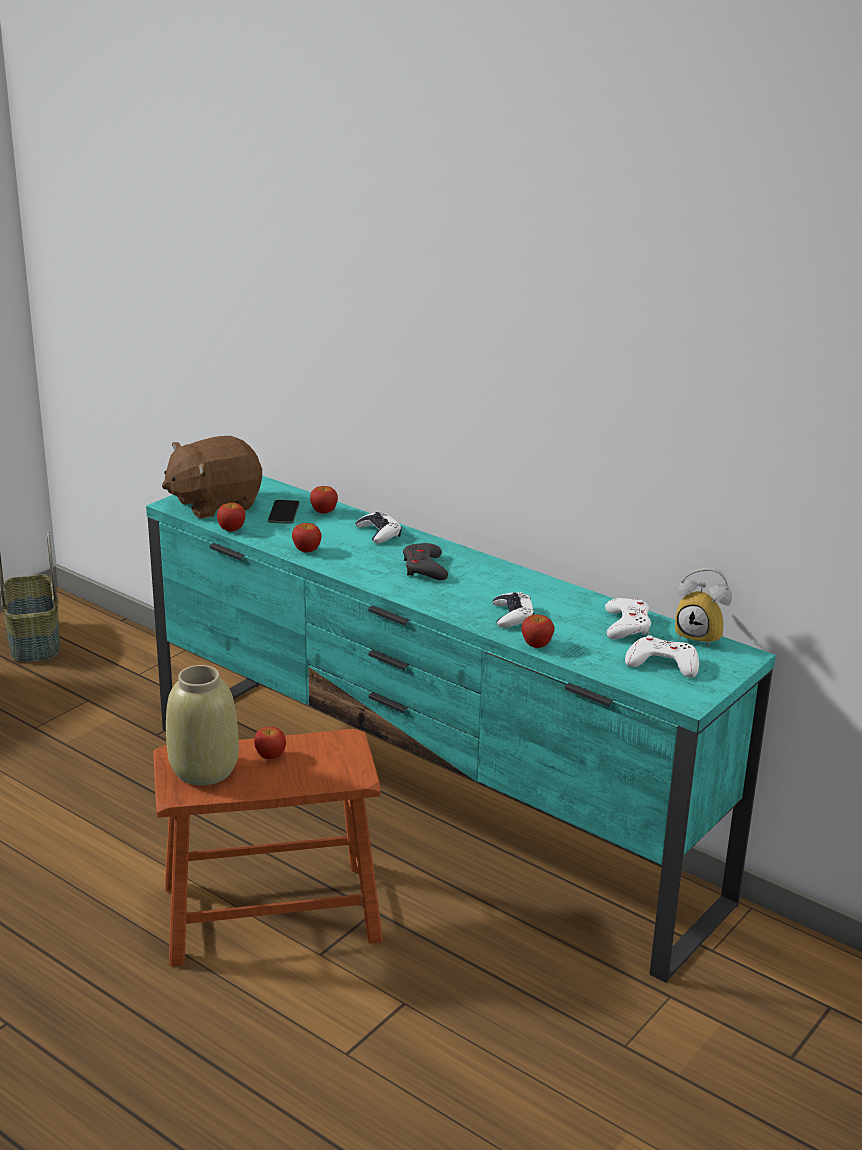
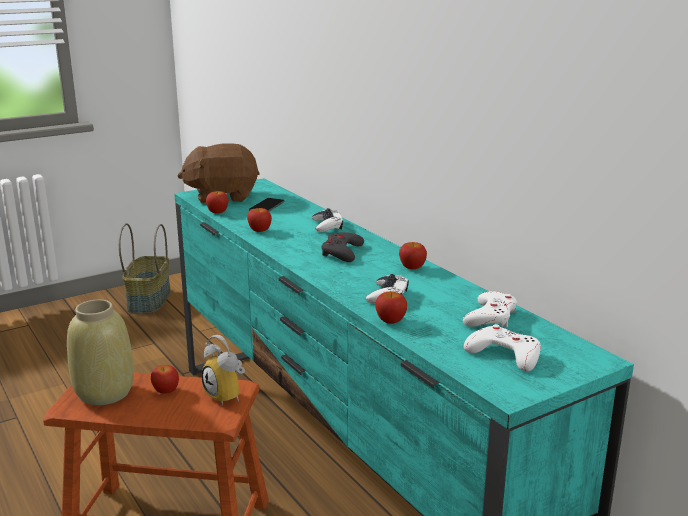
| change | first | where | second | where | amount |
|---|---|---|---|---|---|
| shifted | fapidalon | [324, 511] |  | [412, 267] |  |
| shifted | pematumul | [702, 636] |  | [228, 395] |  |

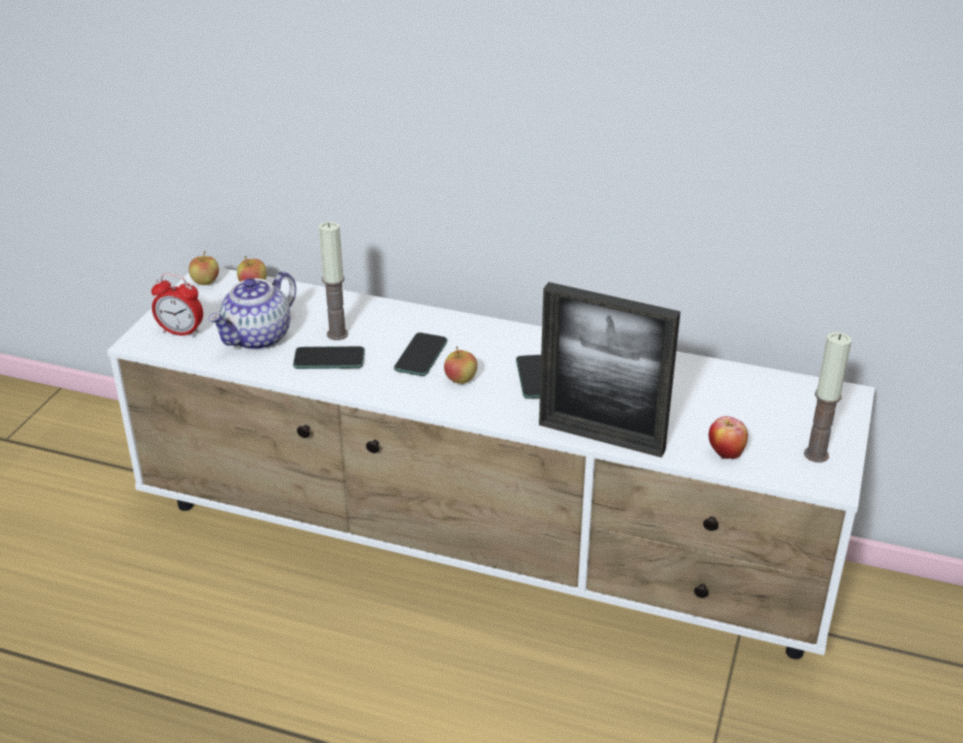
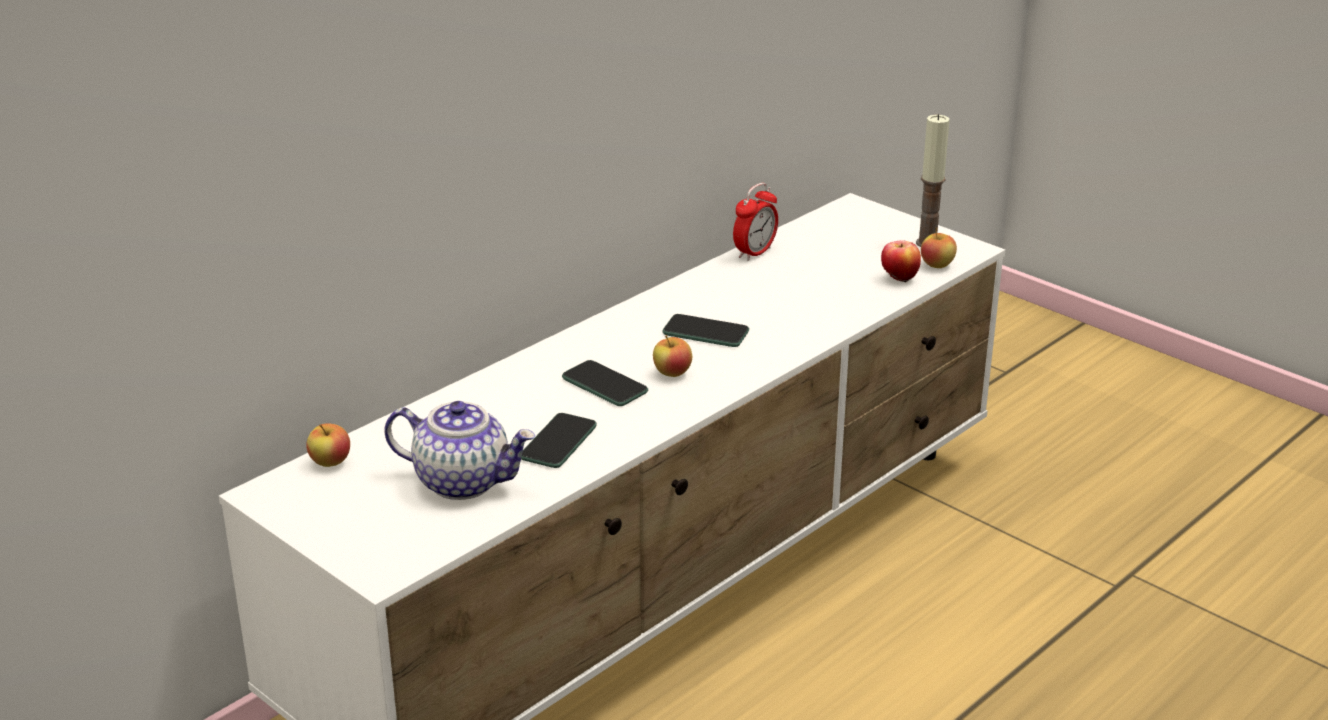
| change | first | where | second | where | amount |
|---|---|---|---|---|---|
| gone | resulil | [337, 334] |  |  |  |
| gone | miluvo | [601, 437] |  |  |  |
| shifted | pematumul | [181, 332] |  | [755, 253] |  |
| shifted | fapidalon | [205, 282] |  | [937, 265] |  |
| rotated | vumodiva | [258, 338] |  | [464, 481] | 45 degrees counterclockwise |

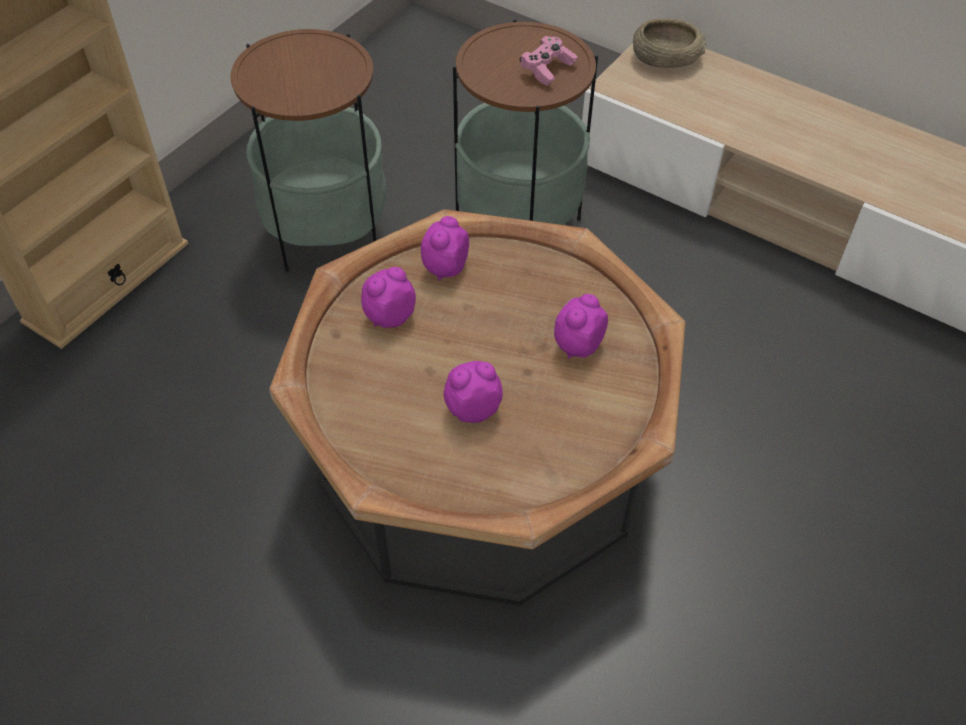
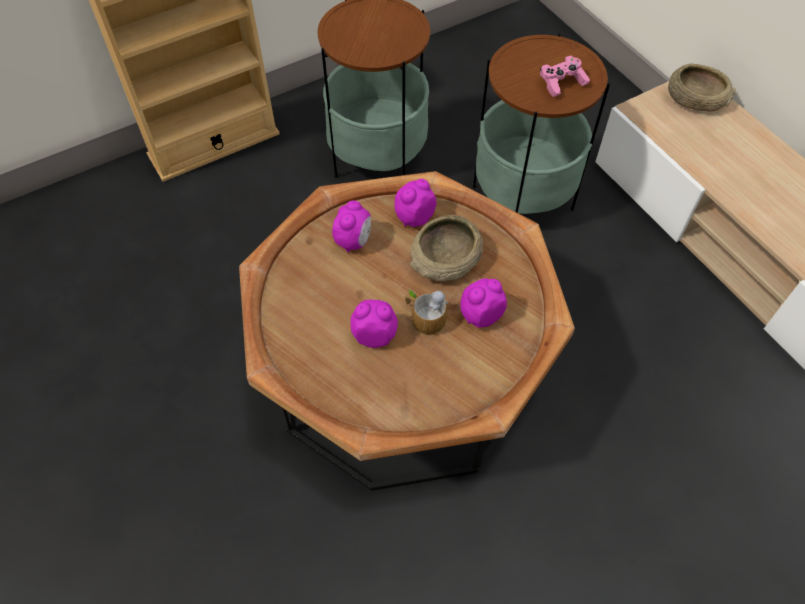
| change | first | where | second | where | amount |
|---|---|---|---|---|---|
| new |  |  | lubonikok | [424, 317] |  |
| new |  |  | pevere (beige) | [446, 259] |  |
| rotated | pematumul | [389, 316] |  | [353, 241] | 120 degrees clockwise |

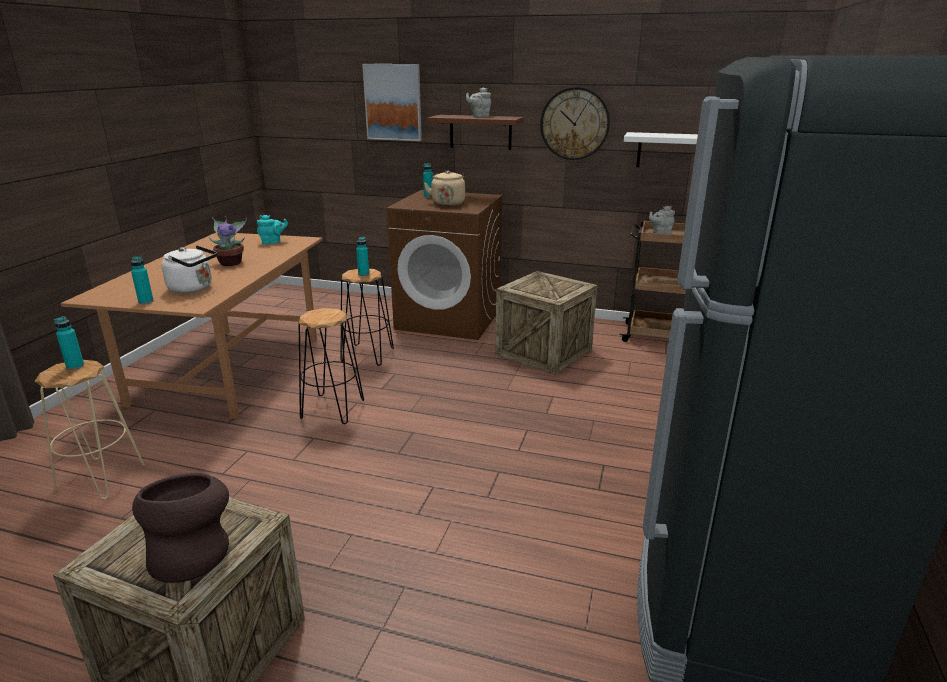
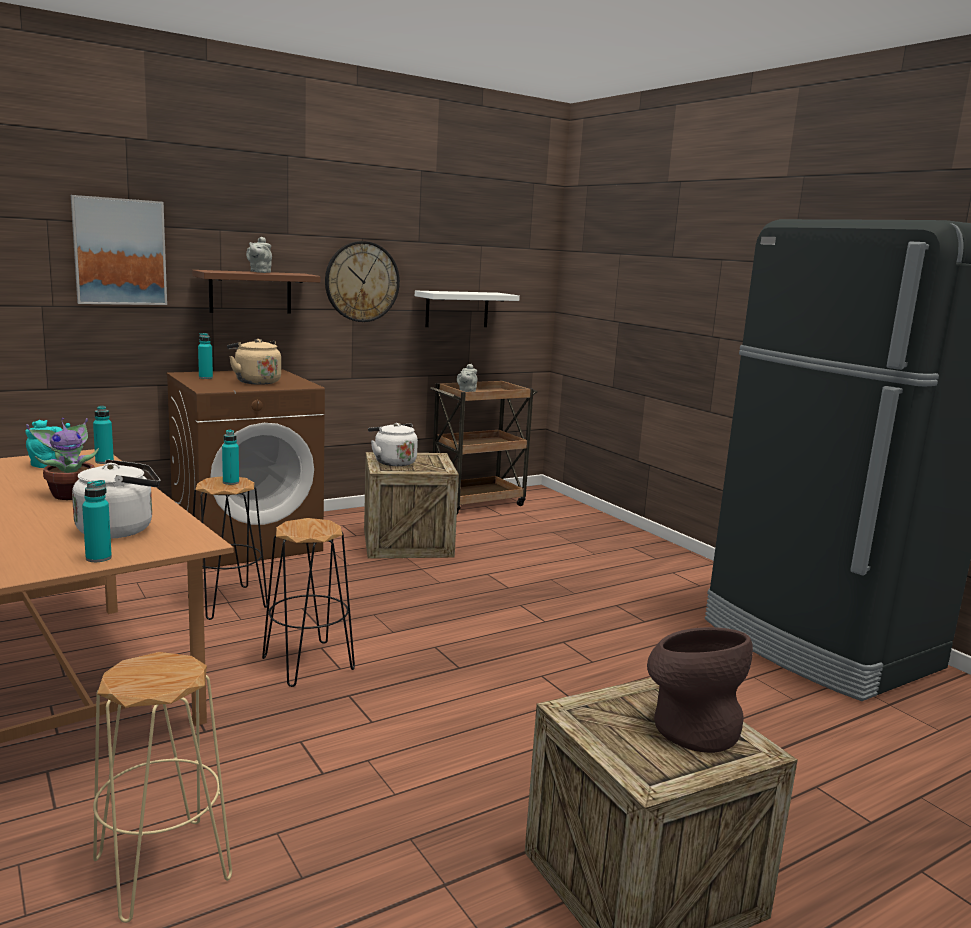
| change | first | where | second | where | amount |
|---|---|---|---|---|---|
| new |  |  | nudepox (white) | [393, 462] |  |
| shifted | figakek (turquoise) | [75, 366] |  | [104, 462] |  |

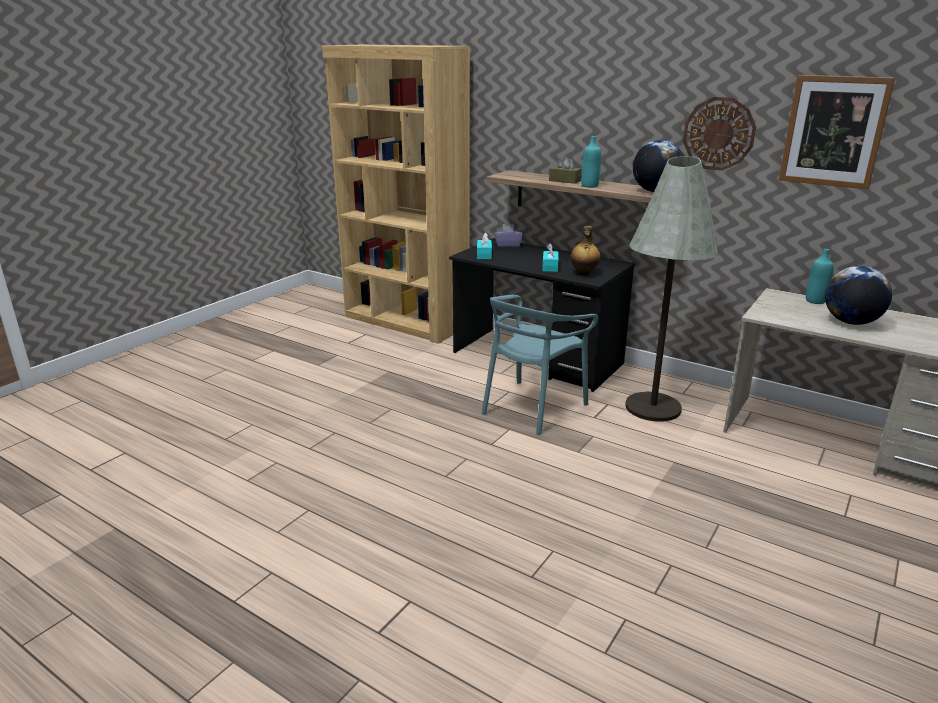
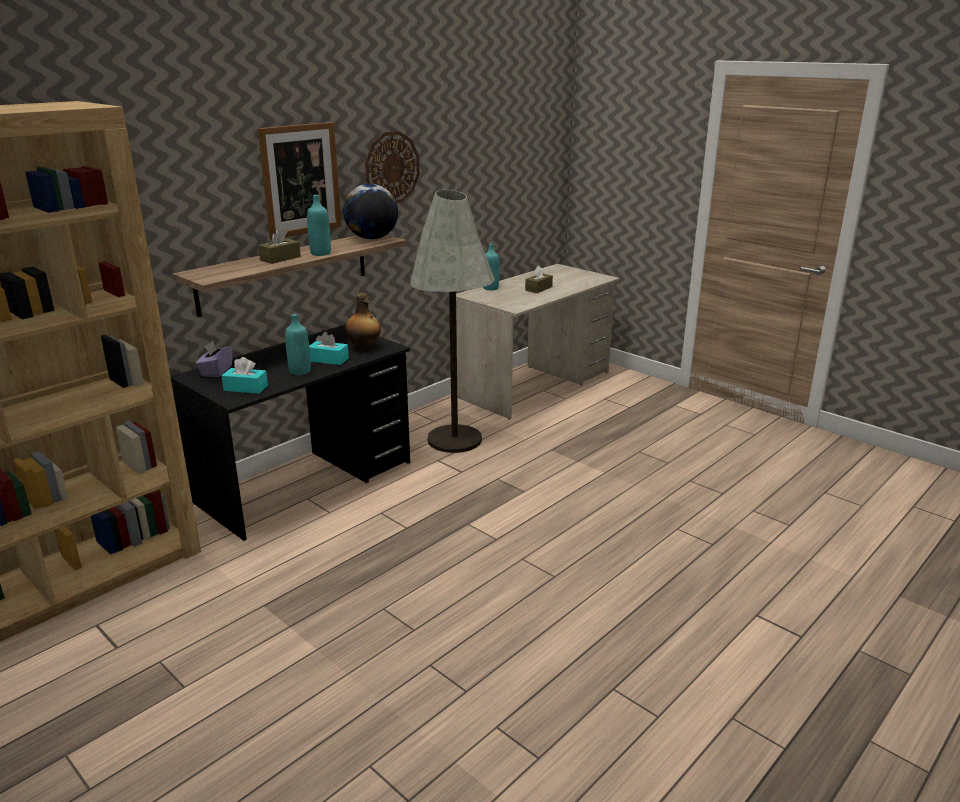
| change | first | where | second | where | amount |
|---|---|---|---|---|---|
| gone | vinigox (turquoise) | [532, 407] |  |  |  |
| new |  |  | figakek (turquoise) | [300, 371] |  |
| shifted | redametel | [833, 131] |  | [300, 180] |  |
| swapped | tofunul | [851, 322] | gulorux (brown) | [538, 288] |  |

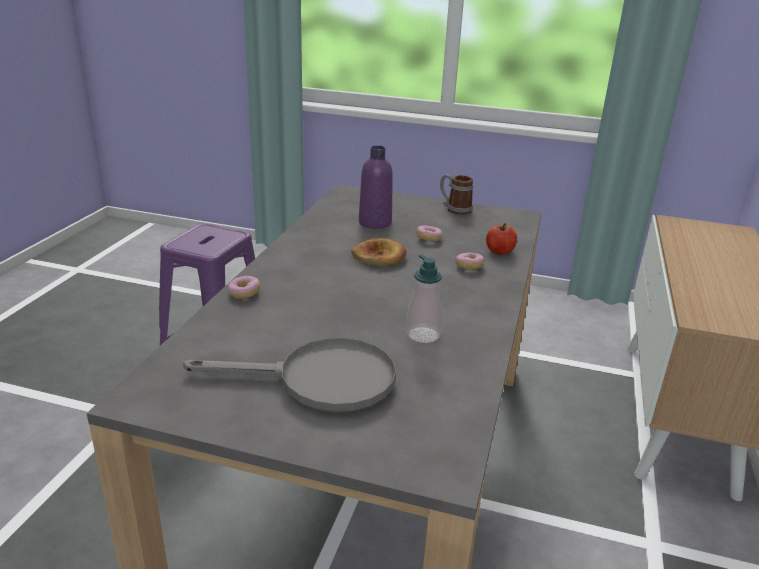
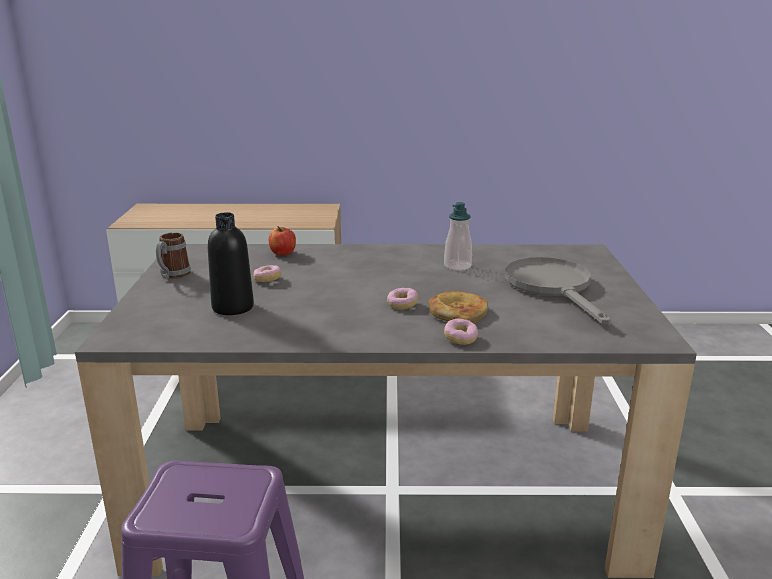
| change | first | where | second | where | amount |
|---|---|---|---|---|---|
| shifted | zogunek | [379, 256] |  | [457, 312] |  |
| shifted | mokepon | [469, 266] |  | [402, 305] |  |
| repainted | figakek (purple) | [375, 223] | figakek (black) | [233, 307] |  |

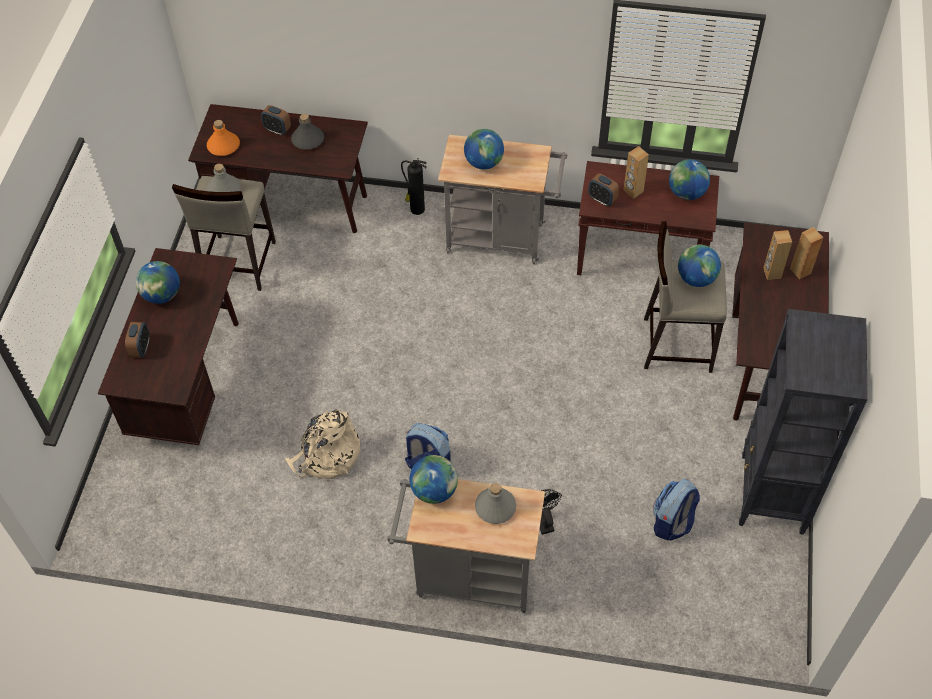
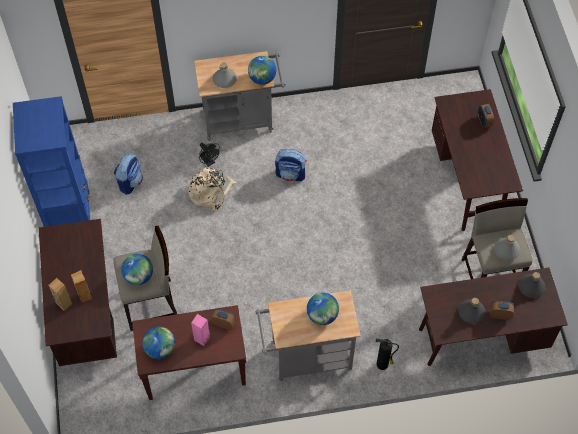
| change | first | where | second | where | amount |
|---|---|---|---|---|---|
| gone | tofunul | [162, 295] |  |  |  |
| shifted | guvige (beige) | [327, 456] |  | [210, 192] |  |
| repainted | figakek (orange) | [224, 146] | figakek (grey) | [531, 287] |  |
| repainted | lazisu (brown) | [633, 191] | lazisu (pink) | [202, 338] |  |
| repainted | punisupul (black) | [771, 495] | punisupul (blue) | [70, 216] |  |

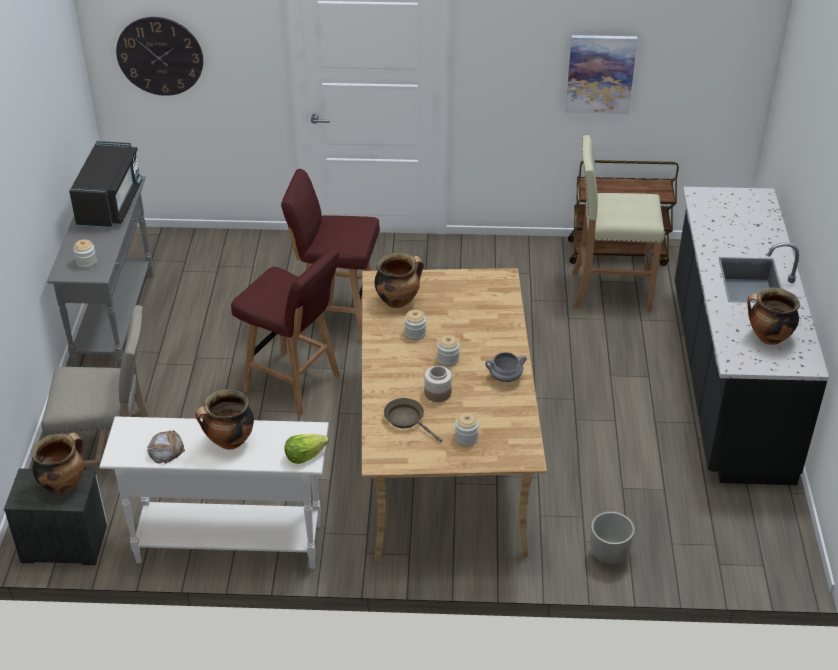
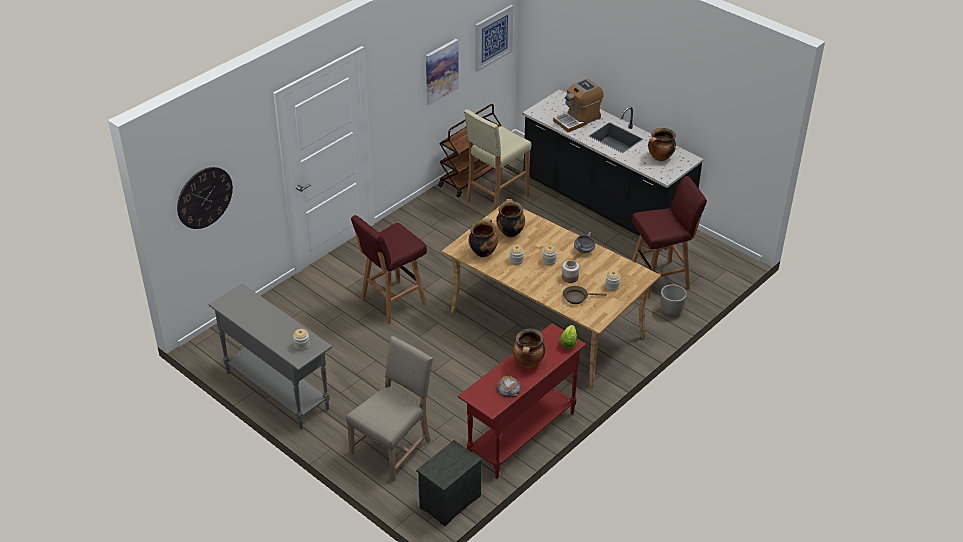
| change | first | where | second | where | amount |
|---|---|---|---|---|---|
| gone | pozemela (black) | [110, 204] |  |  |  |
| new |  |  | redametel | [493, 38] |  |
| new |  |  | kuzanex | [578, 119] |  |
| shifted | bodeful | [63, 484] |  | [510, 232] |  |
| shifted | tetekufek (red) | [293, 384] |  | [660, 279] |  |
| repainted | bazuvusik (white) | [228, 543] | bazuvusik (red) | [521, 435] |  |

